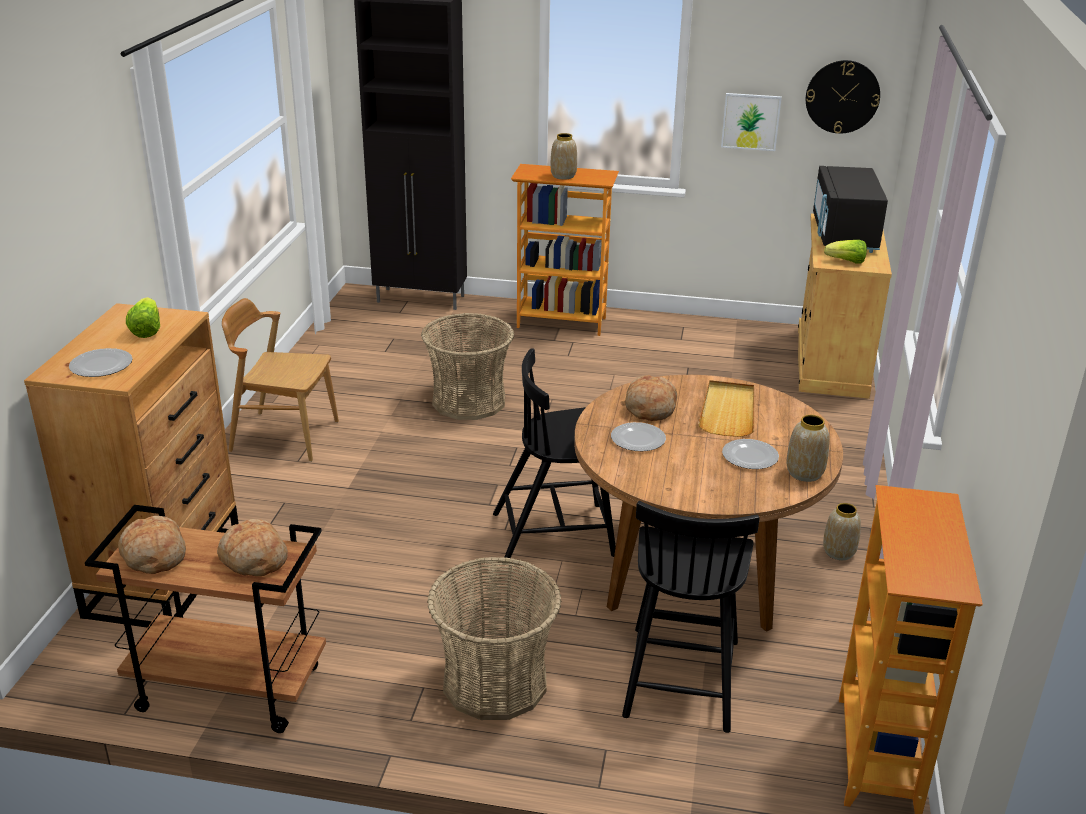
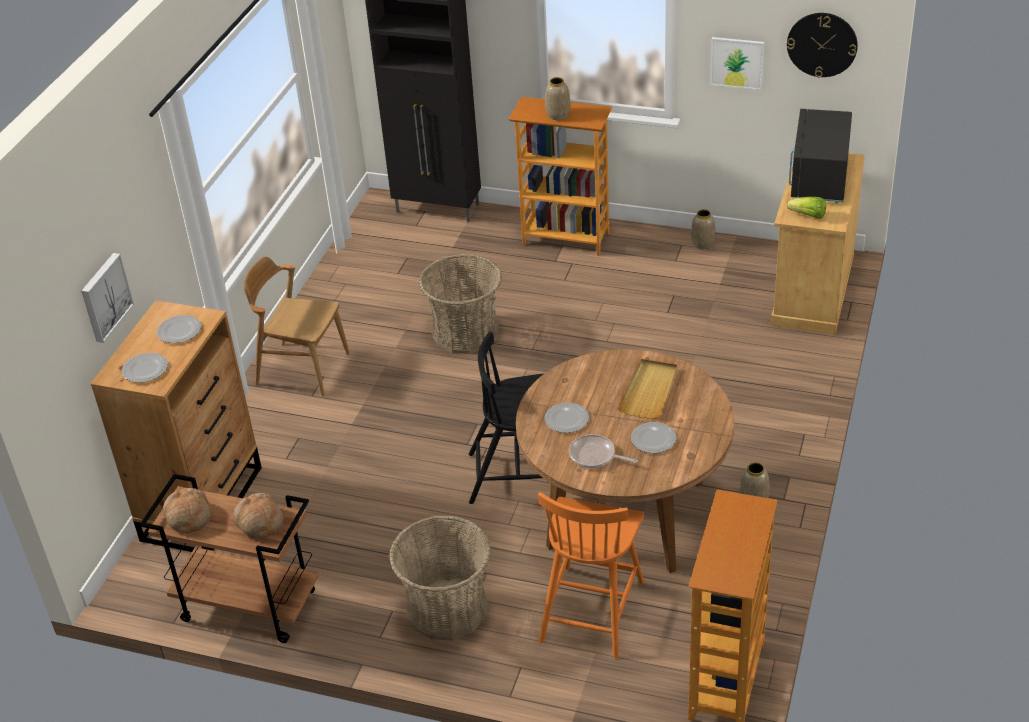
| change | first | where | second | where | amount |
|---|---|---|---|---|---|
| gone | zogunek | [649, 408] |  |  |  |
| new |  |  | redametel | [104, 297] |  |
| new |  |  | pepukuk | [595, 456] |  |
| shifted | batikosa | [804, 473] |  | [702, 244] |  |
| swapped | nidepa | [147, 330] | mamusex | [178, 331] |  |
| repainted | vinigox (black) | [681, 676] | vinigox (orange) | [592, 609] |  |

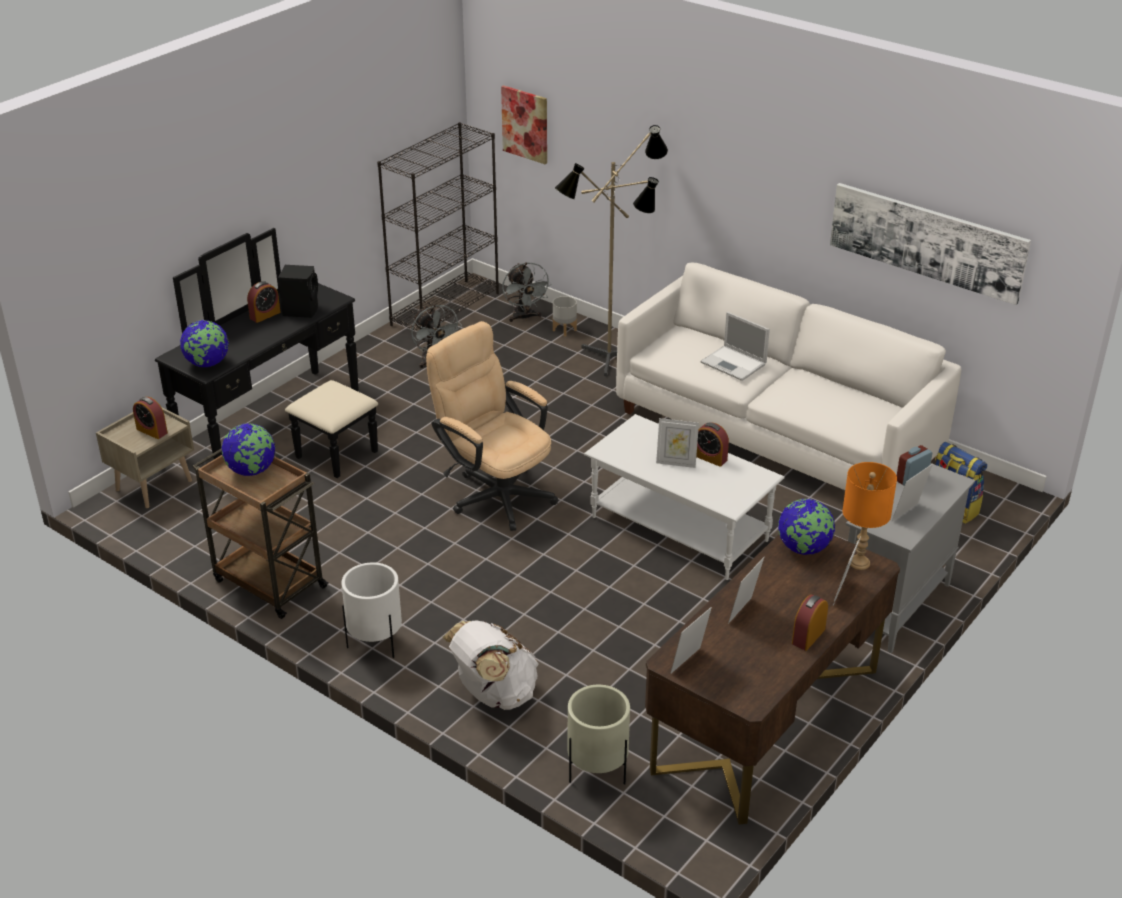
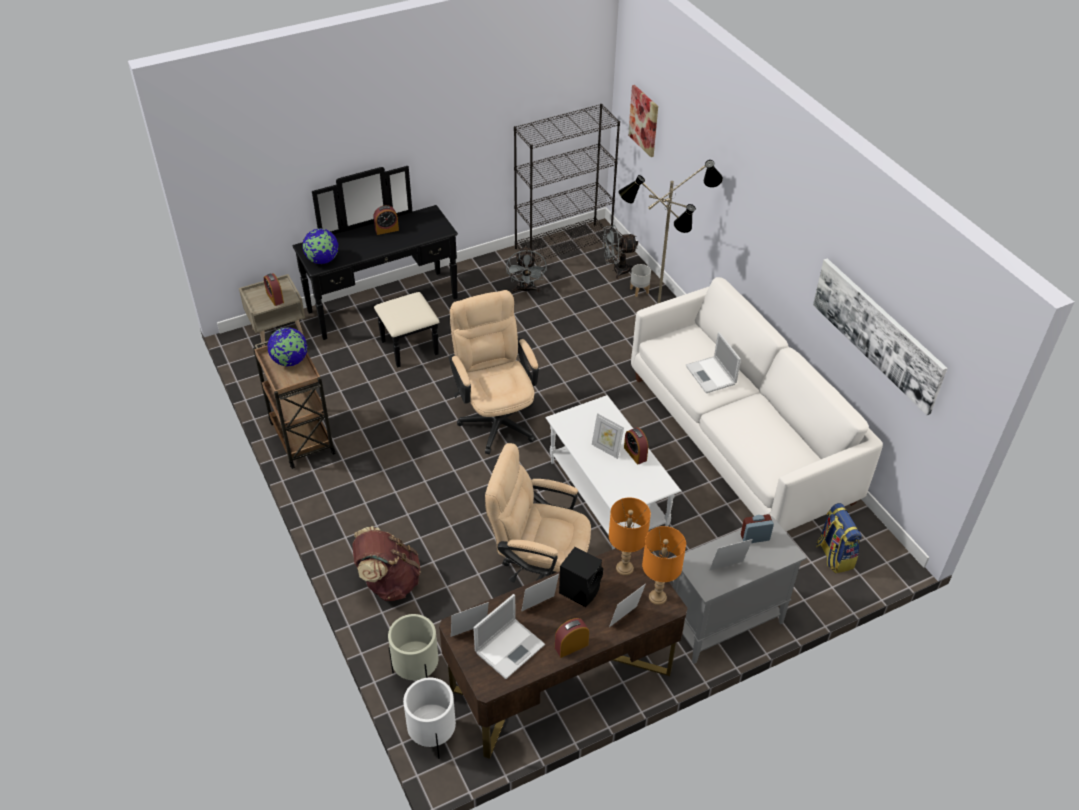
| change | first | where | second | where | amount |
|---|---|---|---|---|---|
| new |  |  | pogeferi | [510, 647] |  |
| new |  |  | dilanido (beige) | [540, 571] |  |
| shifted | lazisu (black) | [301, 310] |  | [580, 590] |  |
| shifted | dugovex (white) | [375, 643] |  | [432, 736] |  |
| swapped | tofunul | [803, 548] | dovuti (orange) | [624, 568] |  |
| repainted | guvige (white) | [494, 694] | guvige (brown) | [388, 582] |  |
| rotated | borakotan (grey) | [524, 317] |  | [616, 270] | 75 degrees clockwise |

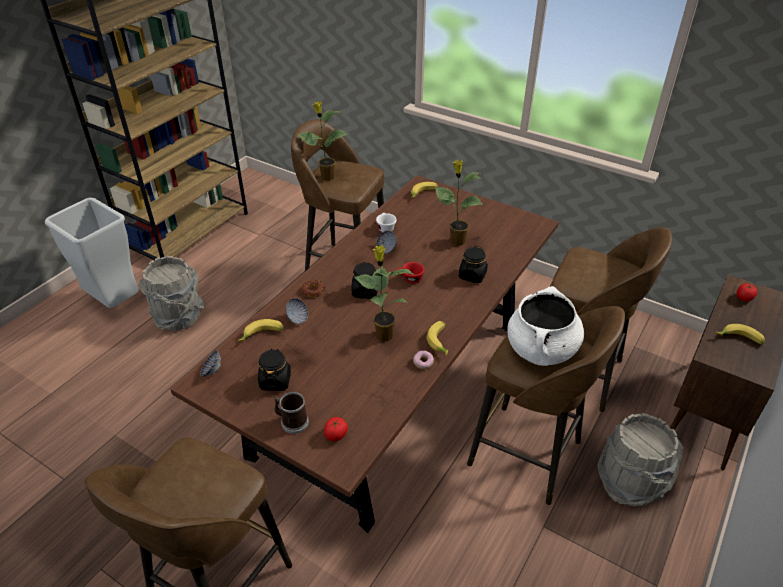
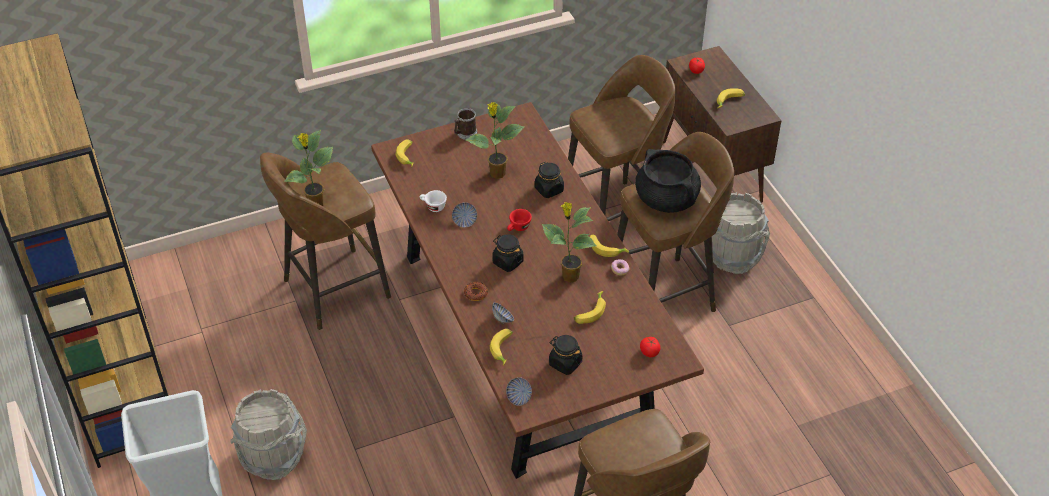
| change | first | where | second | where | amount |
|---|---|---|---|---|---|
| new |  |  | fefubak | [590, 311] |  |
| shifted | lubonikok | [292, 421] |  | [465, 134] |  |
| repainted | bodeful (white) | [541, 349] | bodeful (black) | [666, 200] |  |

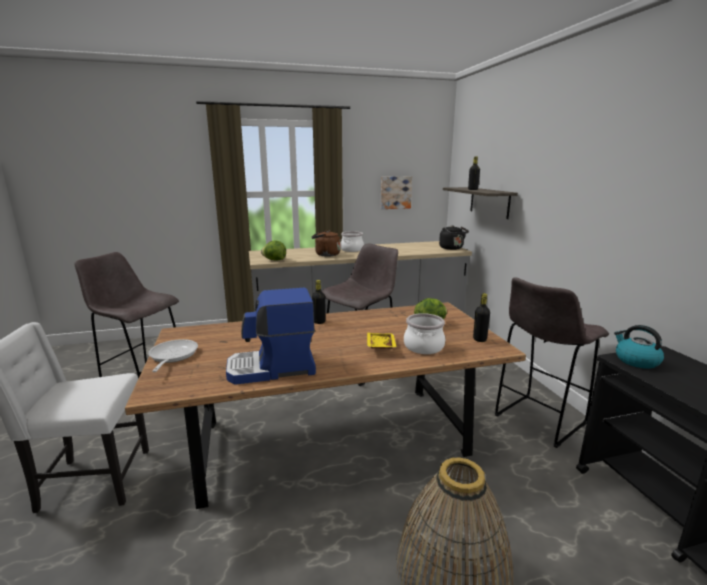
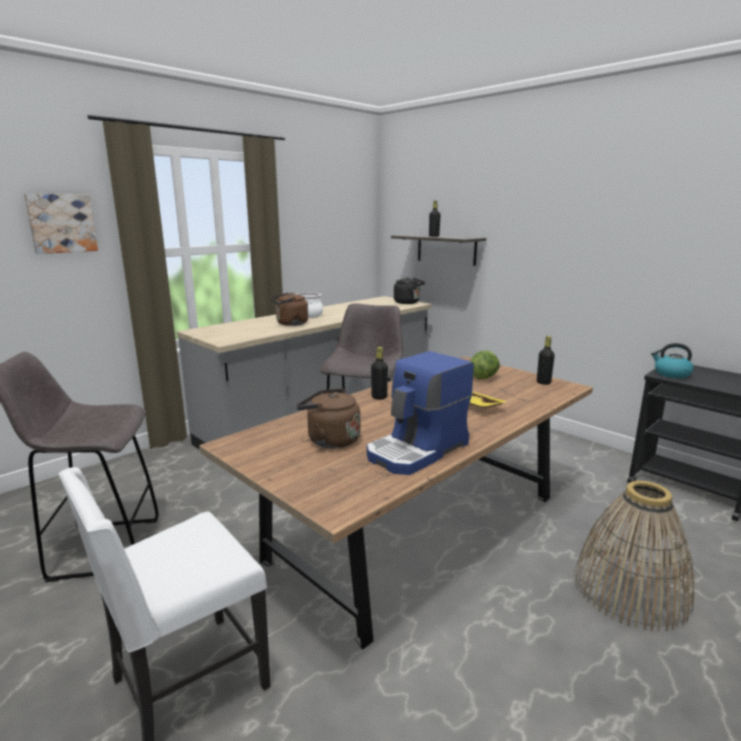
| change | first | where | second | where | amount |
|---|---|---|---|---|---|
| gone | pepukuk | [172, 356] |  |  |  |
| gone | nidepa | [274, 260] |  |  |  |
| gone | bodeful | [423, 347] |  |  |  |
| gone | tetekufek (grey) | [538, 420] |  |  |  |
| new |  |  | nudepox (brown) | [330, 440] |  |
| shifted | redametel | [395, 192] |  | [61, 223] |  |

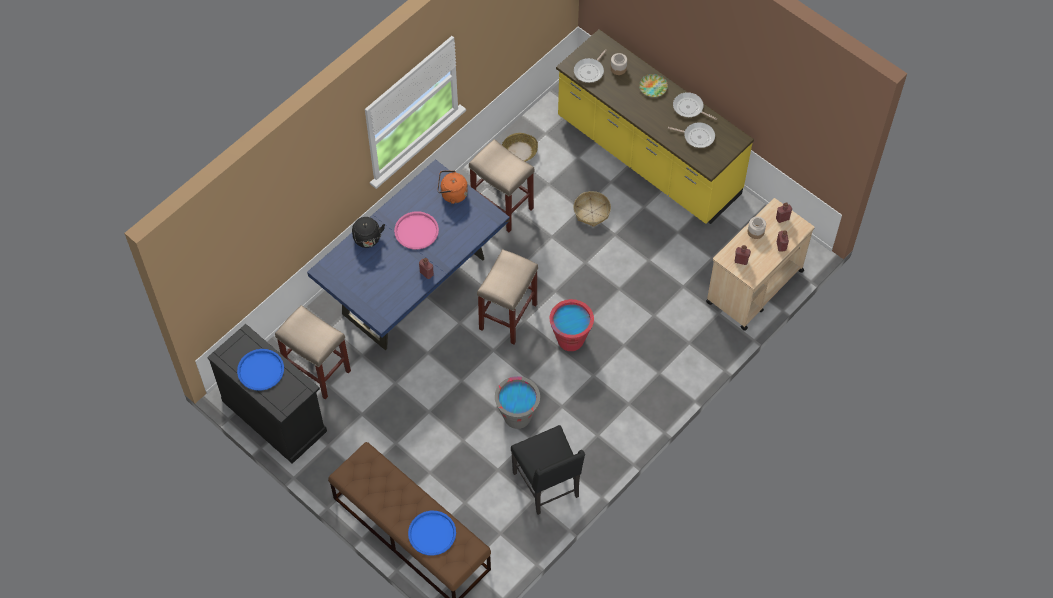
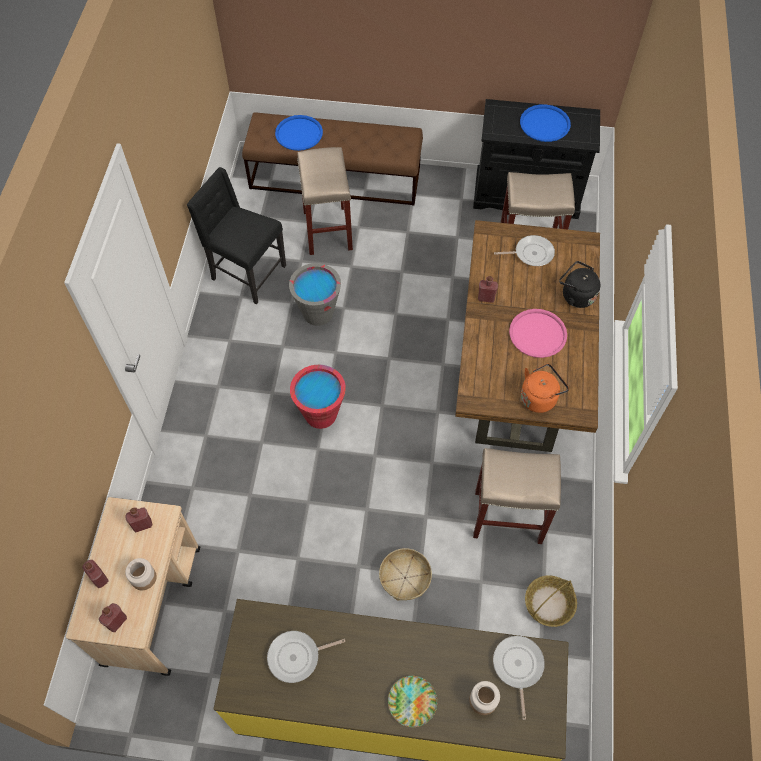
| change | first | where | second | where | amount |
|---|---|---|---|---|---|
| shifted | tetekufek (beige) | [508, 317] |  | [327, 230] |  |
| shifted | pepukuk | [689, 108] |  | [531, 253] |  |
| repainted | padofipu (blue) | [413, 287] | padofipu (brown) | [517, 370] |  |

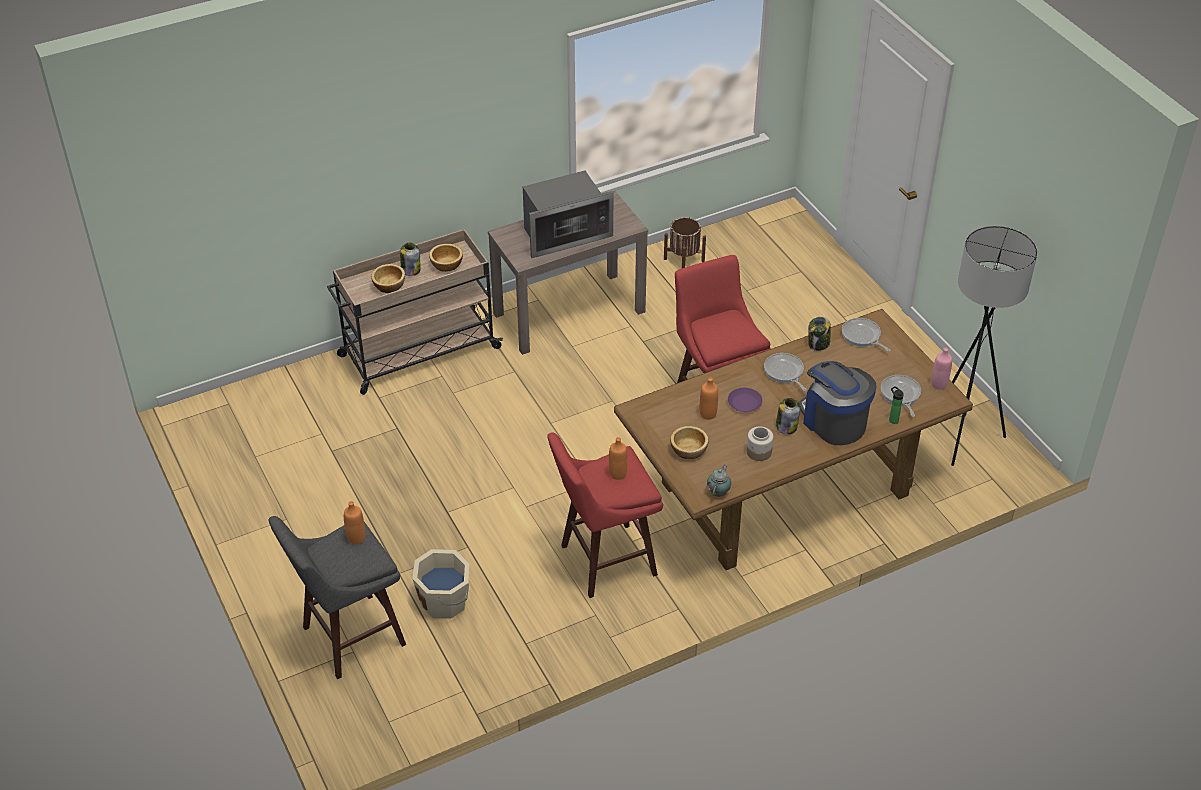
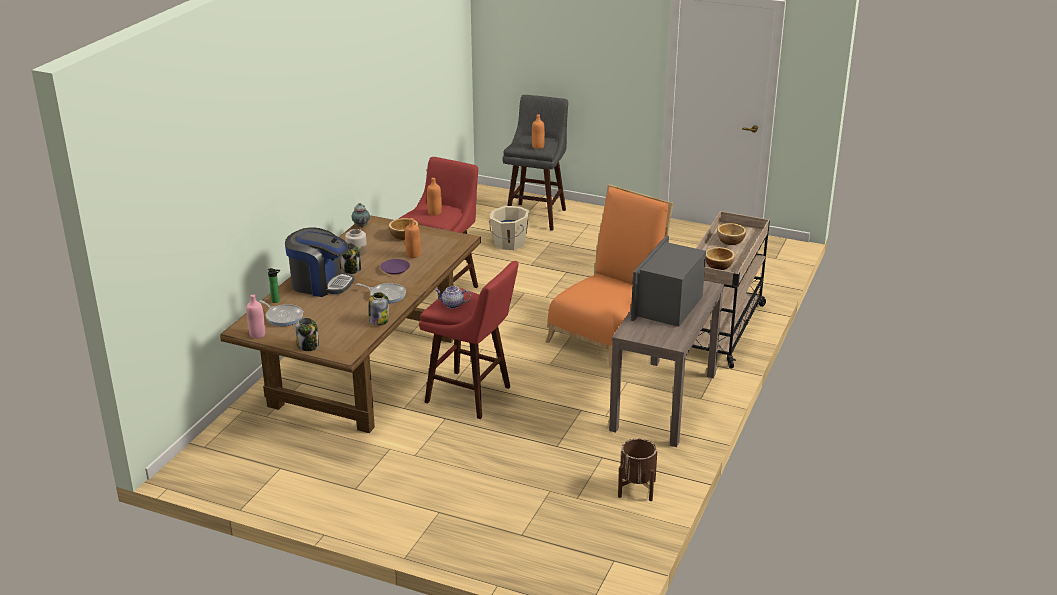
| change | first | where | second | where | amount |
|---|---|---|---|---|---|
| gone | pepukuk | [862, 336] |  |  |  |
| gone | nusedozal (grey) | [959, 434] |  |  |  |
| new |  |  | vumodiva | [452, 305] |  |
| new |  |  | vinigox (orange) | [608, 331] |  |
| shifted | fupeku | [410, 269] |  | [308, 346] |  |

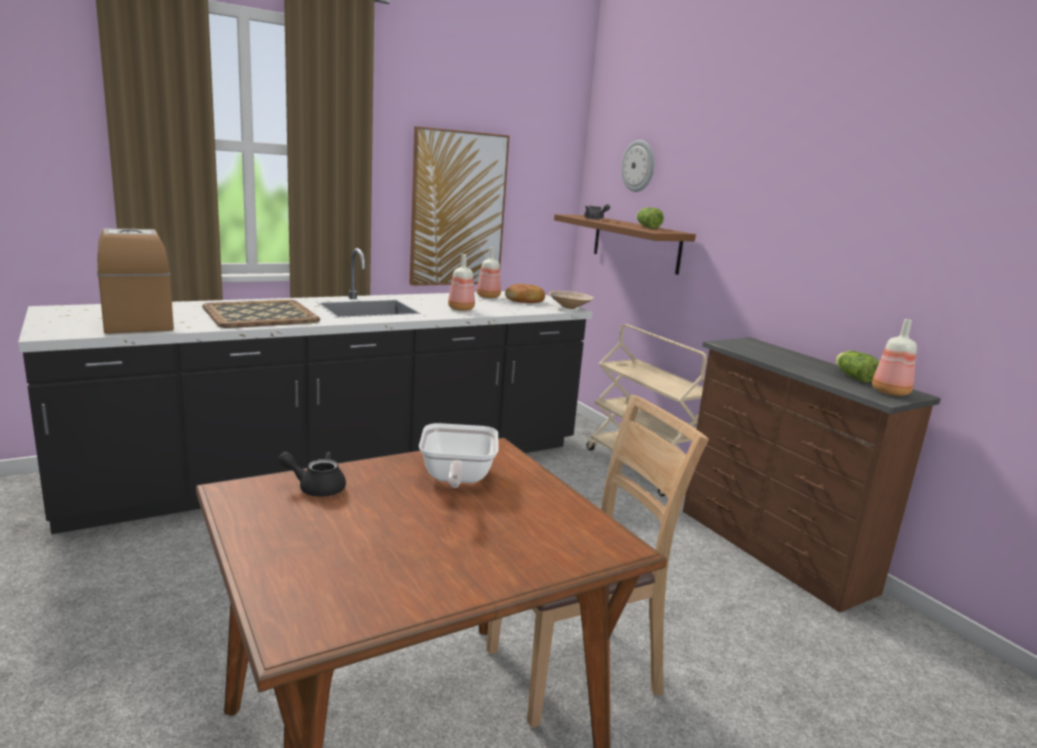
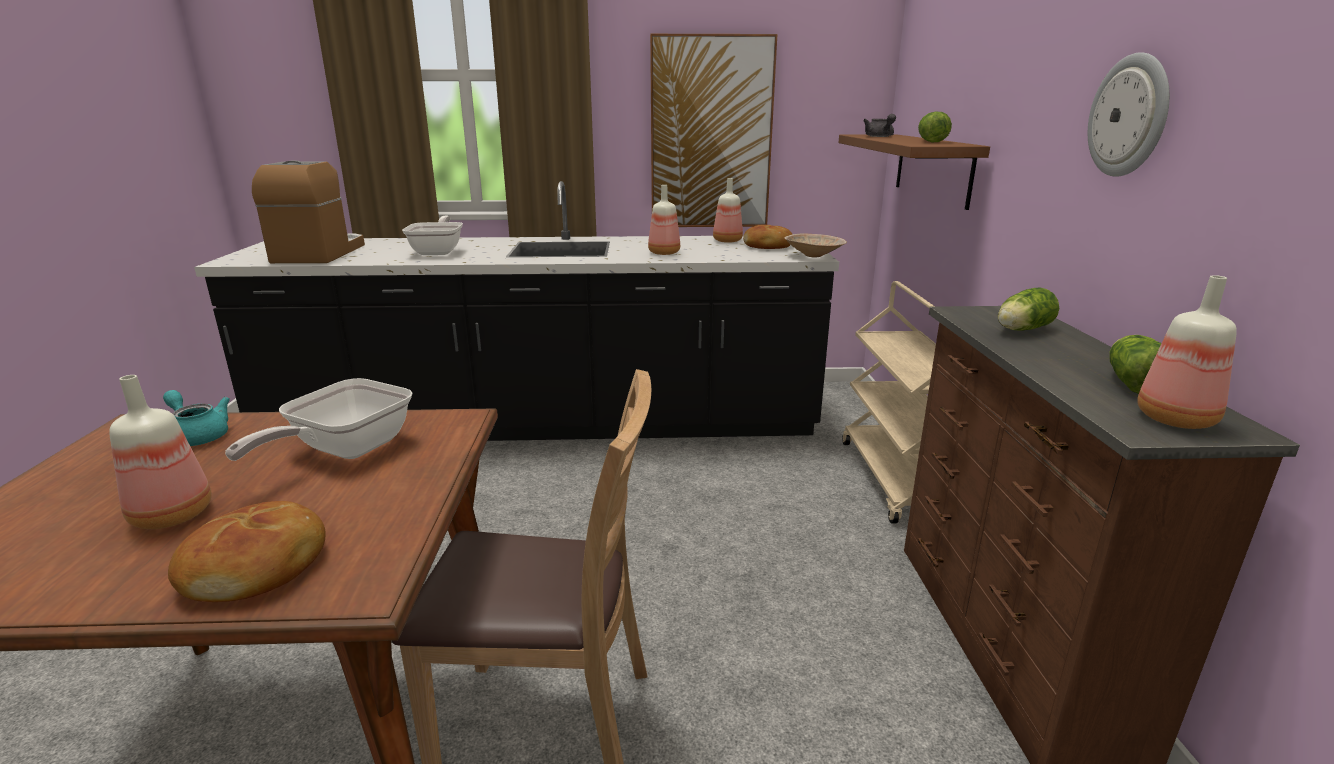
| change | first | where | second | where | amount |
|---|---|---|---|---|---|
| new |  |  | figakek | [172, 514] |  |
| new |  |  | zogunek | [258, 567] |  |
| new |  |  | nidepa | [1021, 330] |  |
| shifted | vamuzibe | [638, 166] |  | [1129, 116] |  |
| swapped | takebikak | [261, 314] | pepukuk | [439, 251] |  |
| repainted | vumodiva (black) | [316, 487] | vumodiva (turquoise) | [198, 435] |  |

